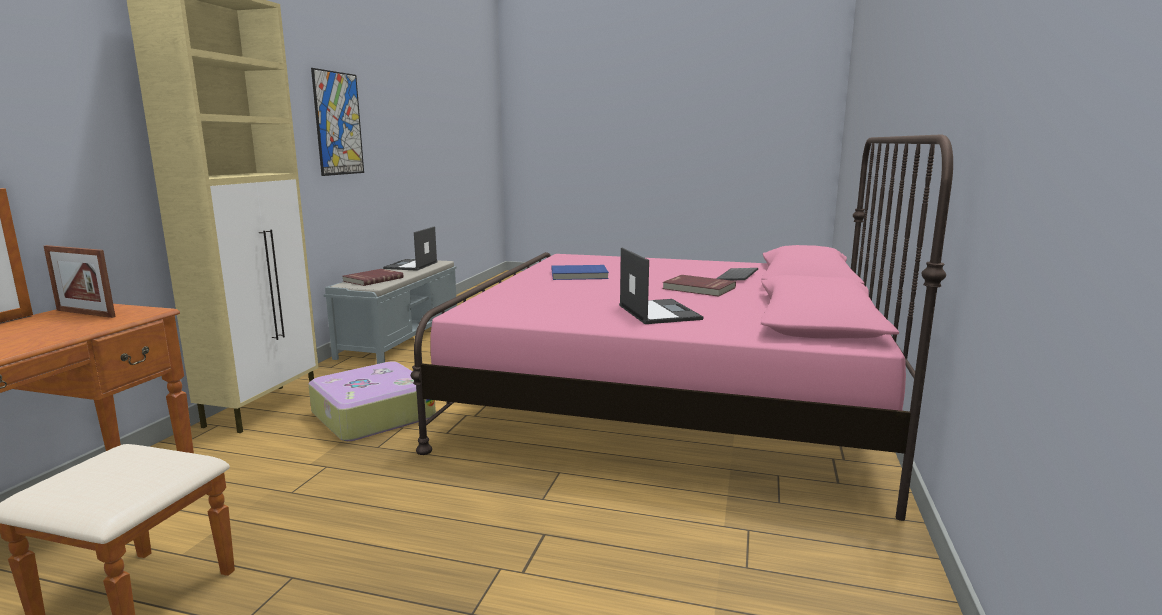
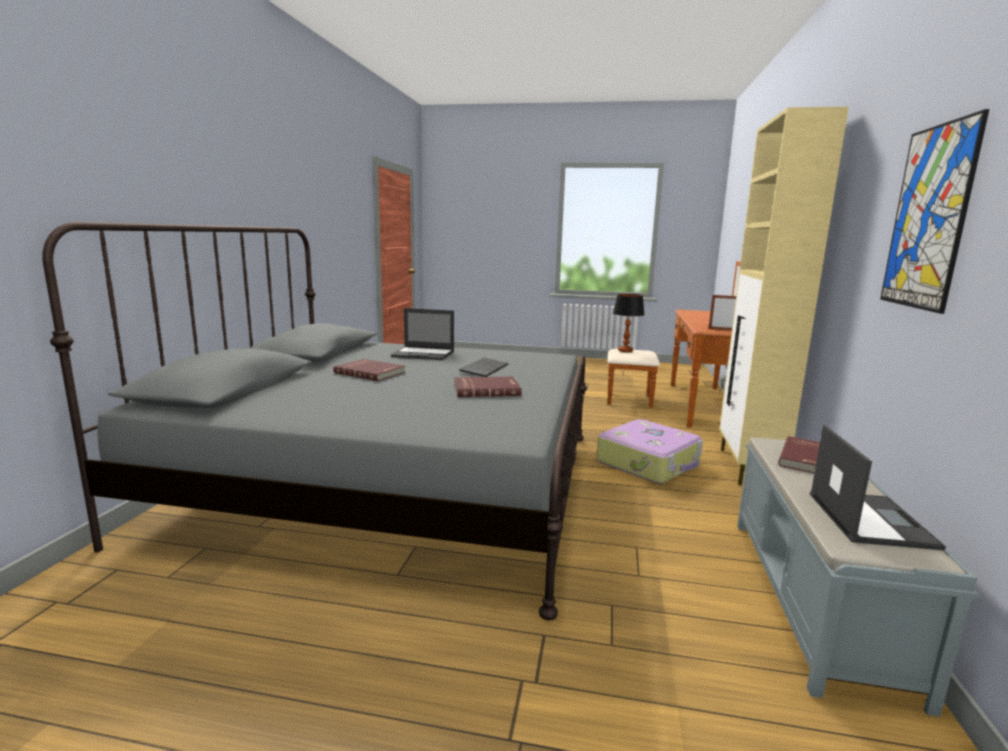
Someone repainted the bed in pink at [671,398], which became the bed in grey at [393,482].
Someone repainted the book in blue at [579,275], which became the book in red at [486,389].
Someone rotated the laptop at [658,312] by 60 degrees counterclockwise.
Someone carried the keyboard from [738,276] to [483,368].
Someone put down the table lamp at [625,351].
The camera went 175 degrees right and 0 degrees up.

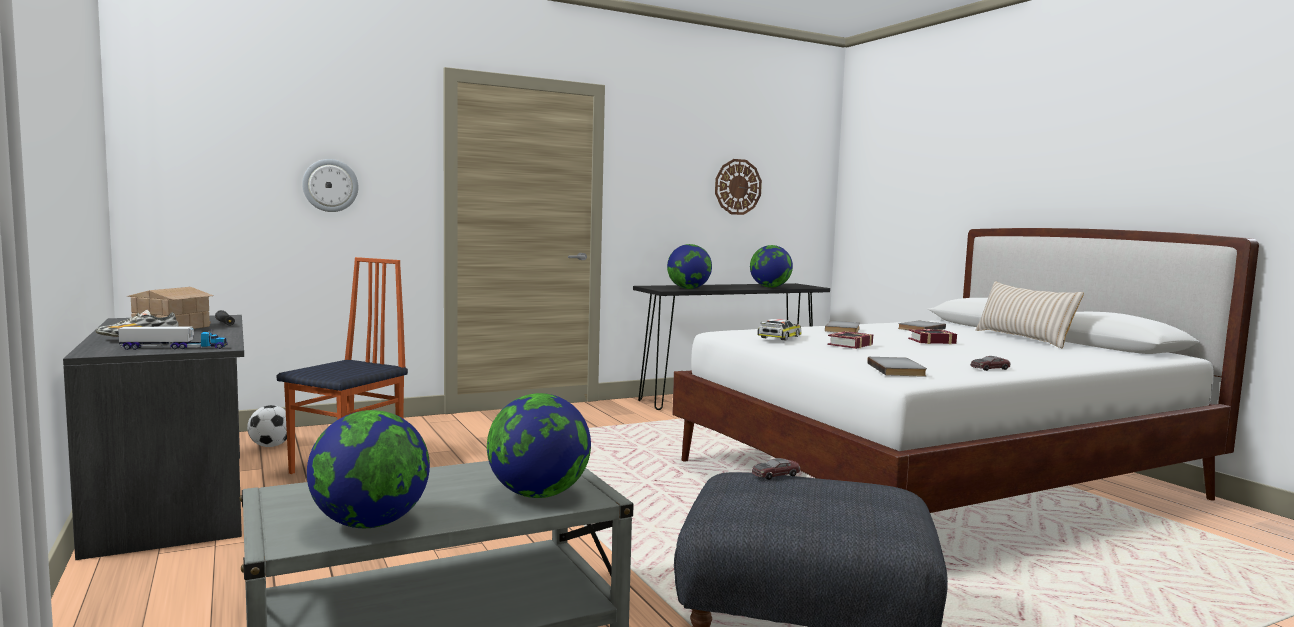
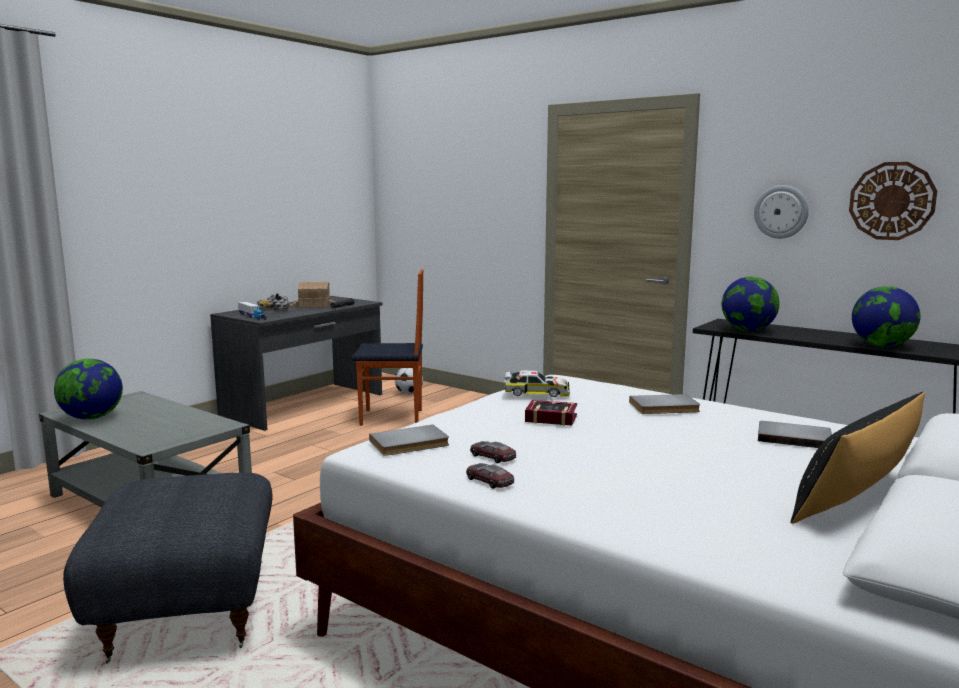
Someone carried the wall clock from [330,185] to [781,212].
Someone took away the globe at [538,494].
Someone carried the toy car from [775,474] to [493,457].
Someone took away the book at [929,341].
Someone repainted the pillow in beige at [1022,338], which became the pillow in black at [854,497].
The camera went 65 degrees right and 5 degrees up.

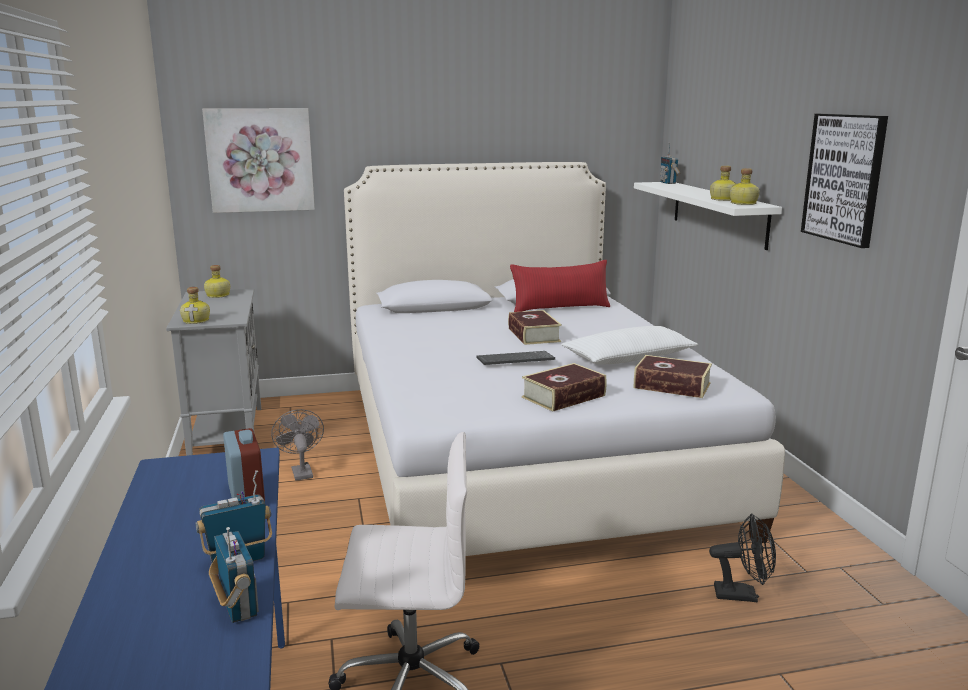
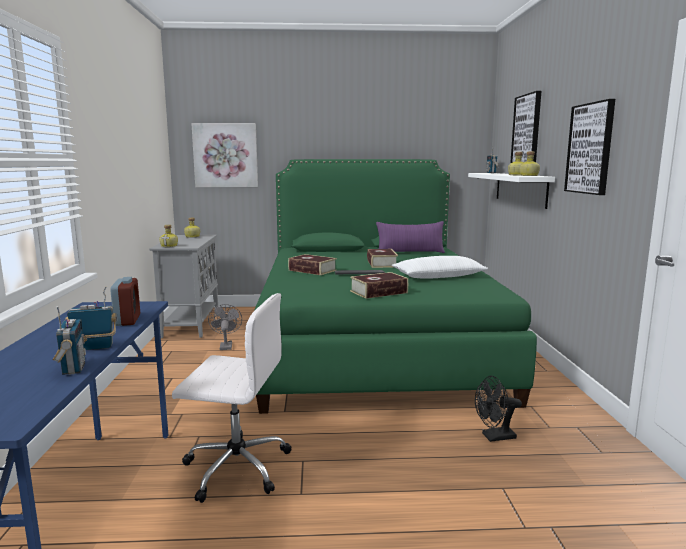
Someone repainted the bed in white at [521,452], which became the bed in green at [373,344].
Someone repainted the pillow in red at [560,308], which became the pillow in purple at [410,252].
Someone carried the book from [672,385] to [312,270].
Someone rotated the fan in black at [742,595] by 150 degrees clockwise.
Someone put up the picture at [527,129].
The camera went 10 degrees right and 5 degrees down.

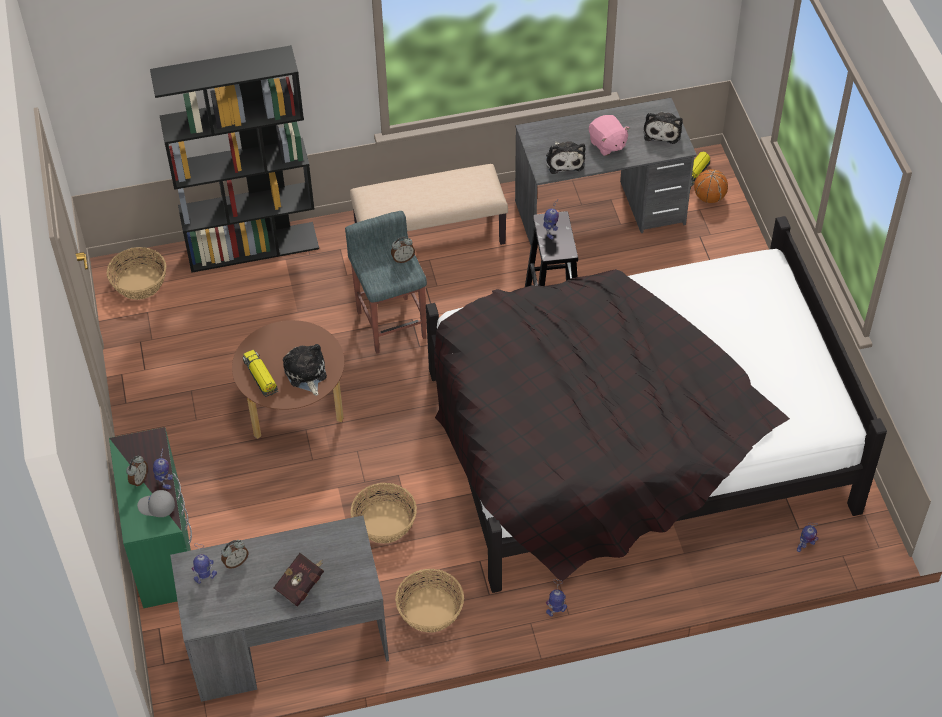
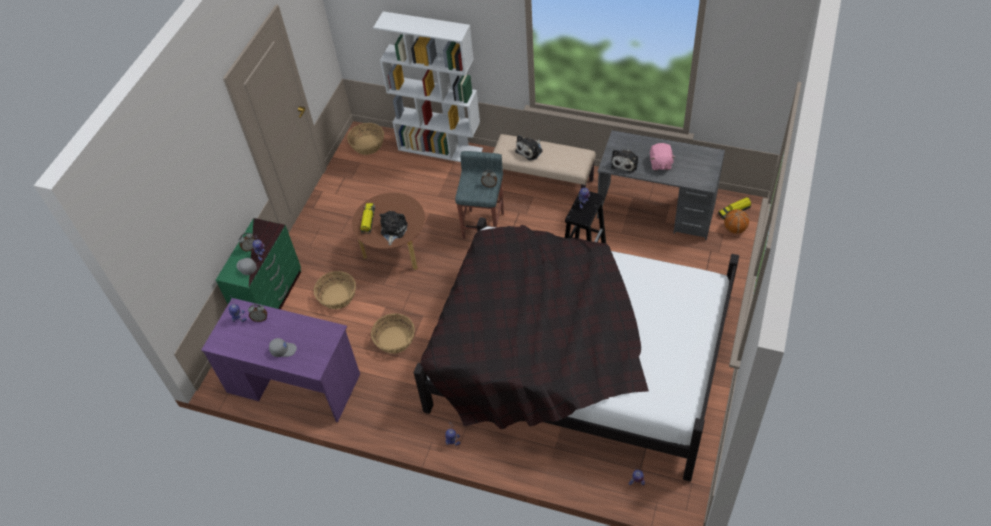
Someone repainted the bookcase in black at [253,247], which became the bookcase in white at [441,149].
Someone repainted the desk in grey at [287,643], which became the desk in purple at [293,383].
Someone swapped the book in red at [302,585] for the cap in grey at [283,350].
Someone carried the basket from [431,610] to [337,296].
Someone carried the plush toy from [662,131] to [530,150].
The camera went 35 degrees right and 0 degrees up.

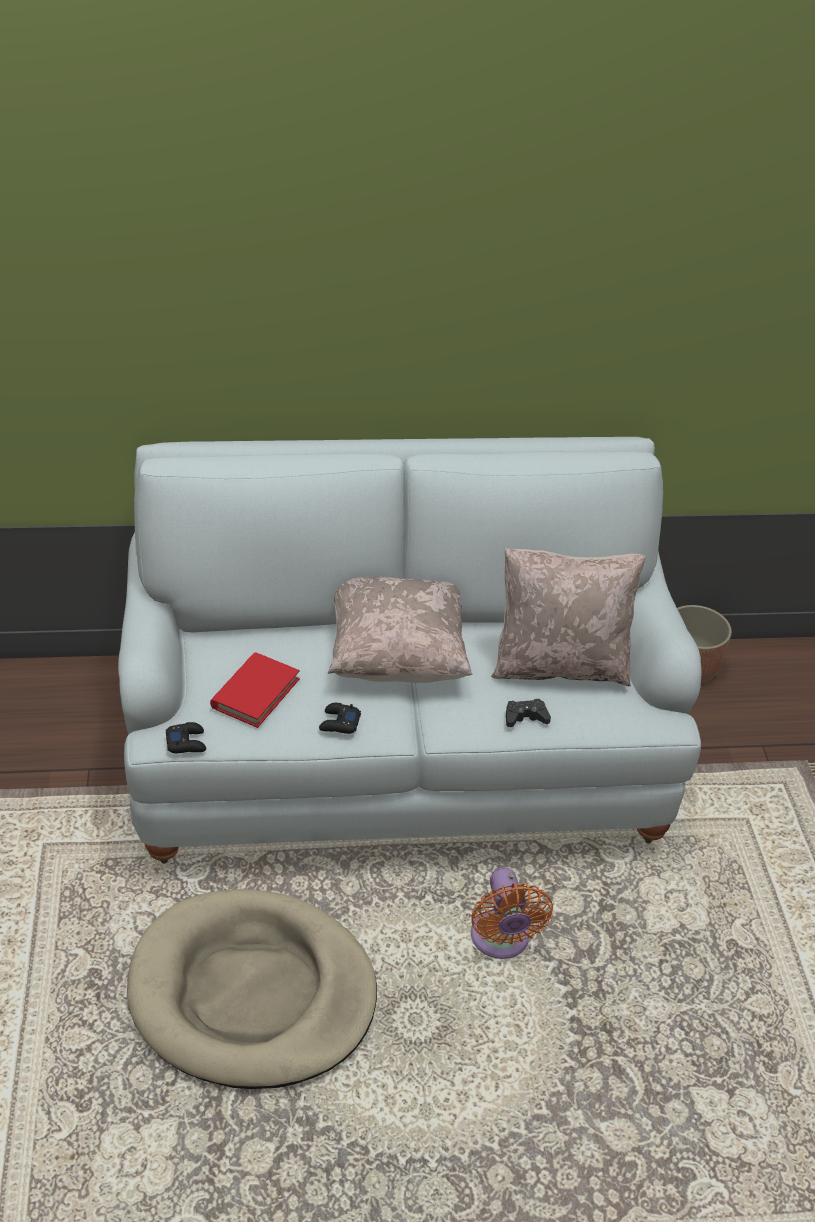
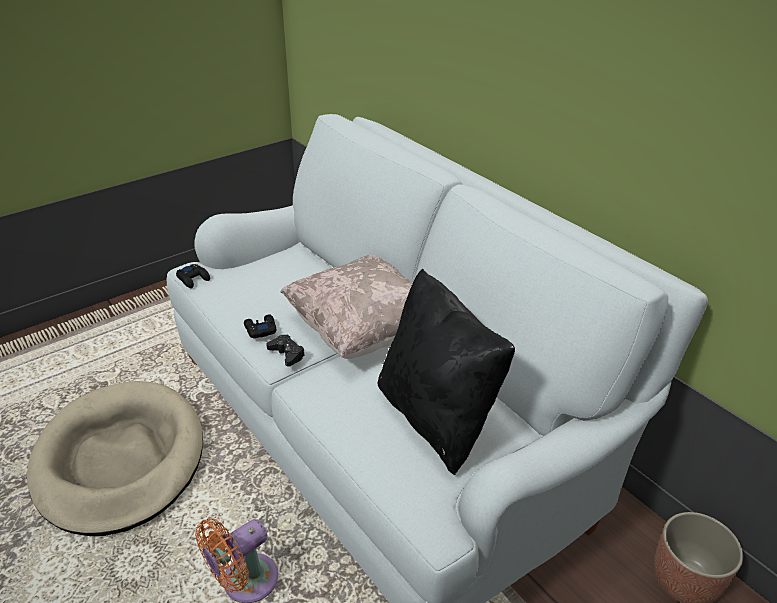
Someone took away the book in red at [255,693].
Someone repainted the pillow in beige at [559,665], which became the pillow in black at [436,417].
Someone carried the game controller in black from [525,717] to [287,354].
The camera went 60 degrees right and 5 degrees down.

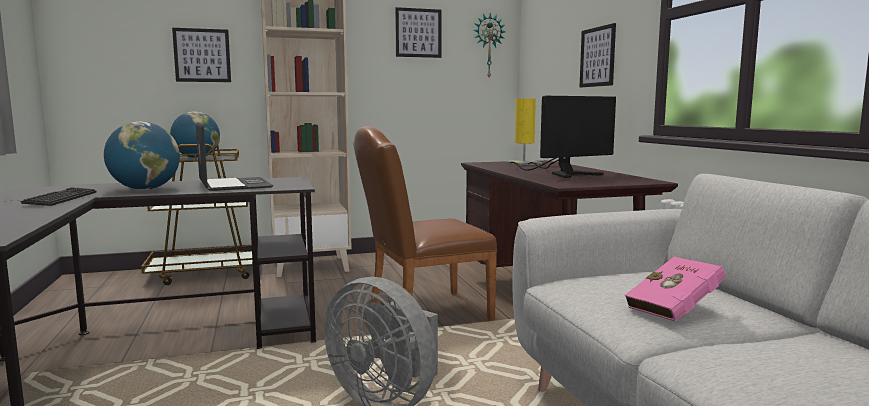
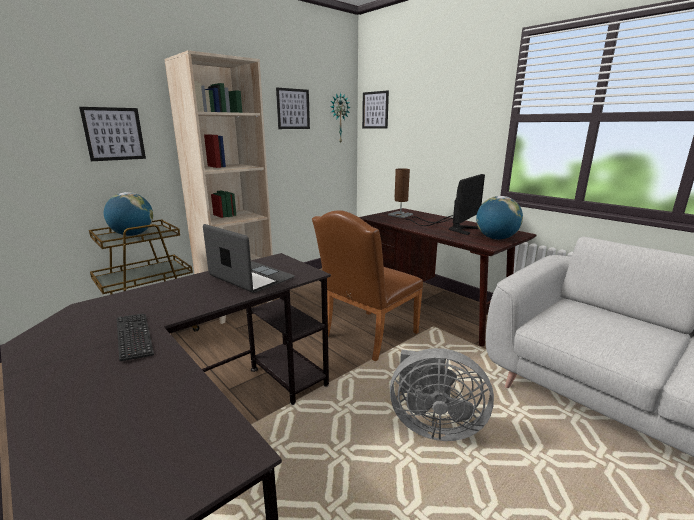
Someone carried the globe from [145,189] to [496,238].
Someone repainted the table lamp in yellow at [524,163], which became the table lamp in brown at [400,215].
Someone carried the picture from [597,57] to [375,110].
Someone took away the book in pink at [677,309].
The camera went 25 degrees left and 10 degrees up.

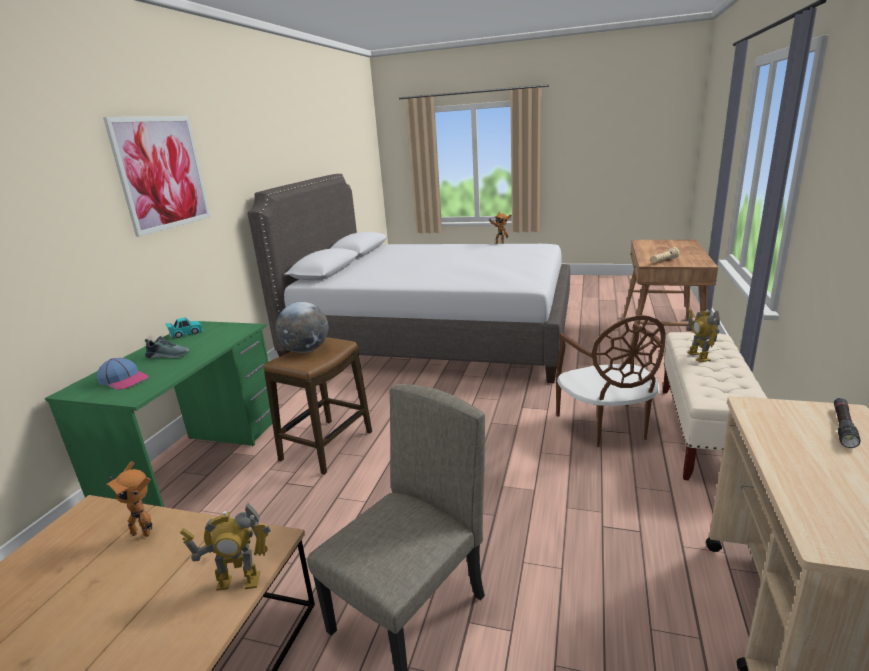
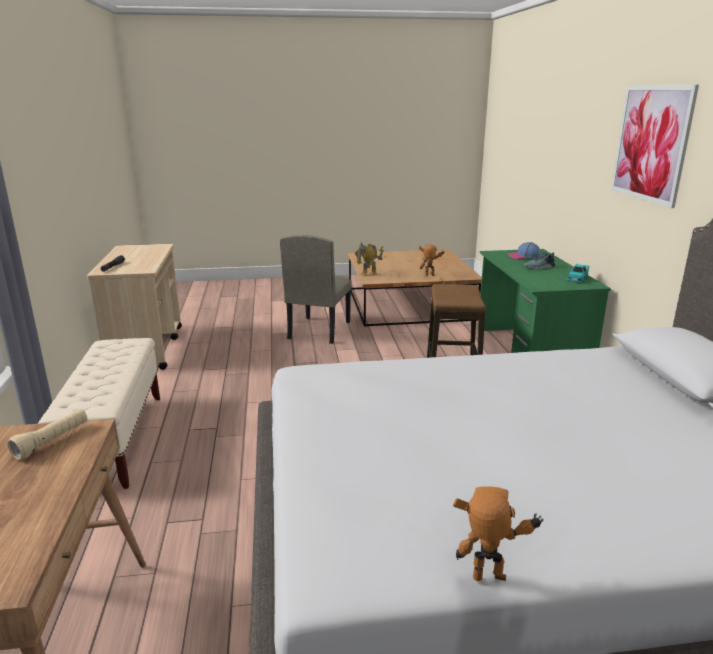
Someone took away the globe at [306,350].
Someone took away the chair in brown at [606,426].
Someone took away the toy robot at [698,356].
The camera went 155 degrees right and 0 degrees up.

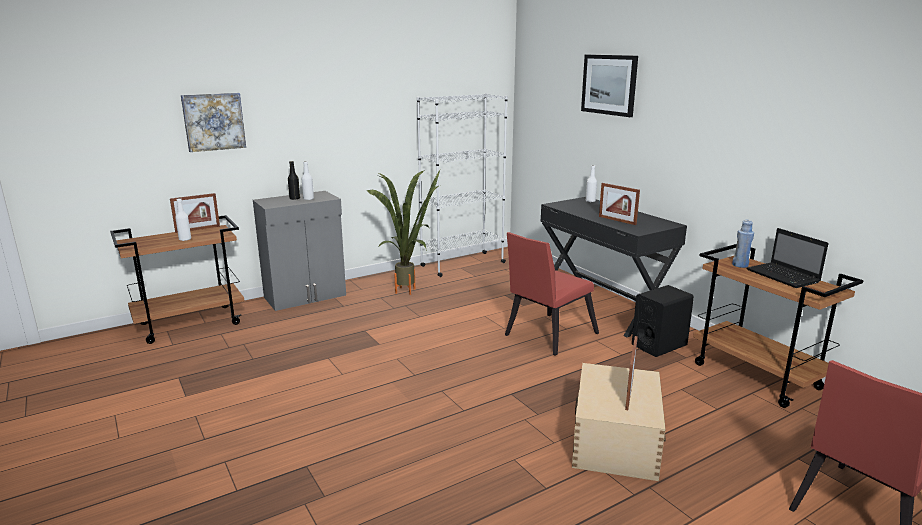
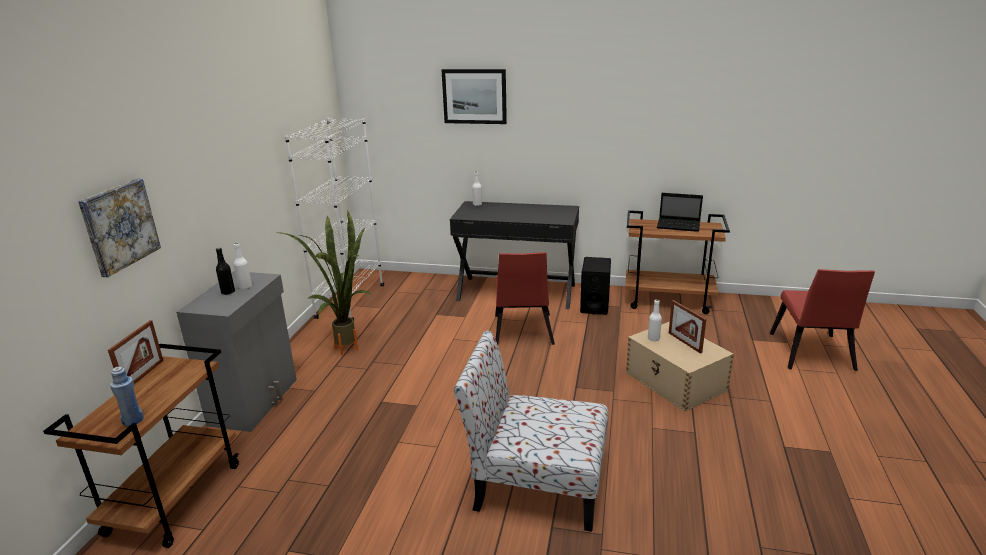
Someone carried the bottle in white from [185,239] to [653,338].
Someone took away the picture frame at [617,220].
Someone carried the bottle in blue from [740,265] to [133,420].
Someone put down the chair at [536,484].
The camera went 45 degrees left and 5 degrees up.

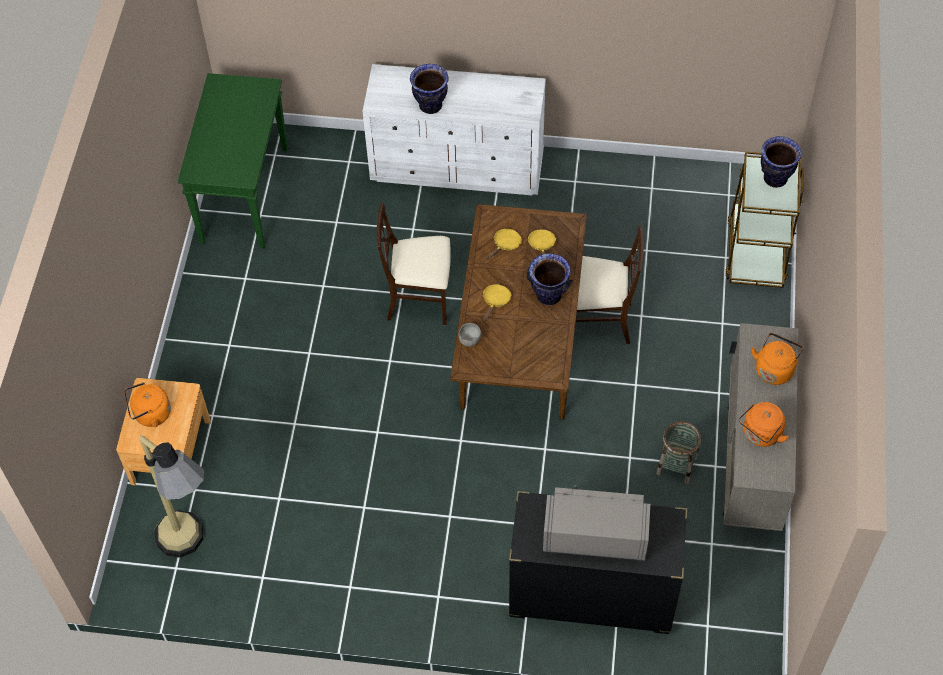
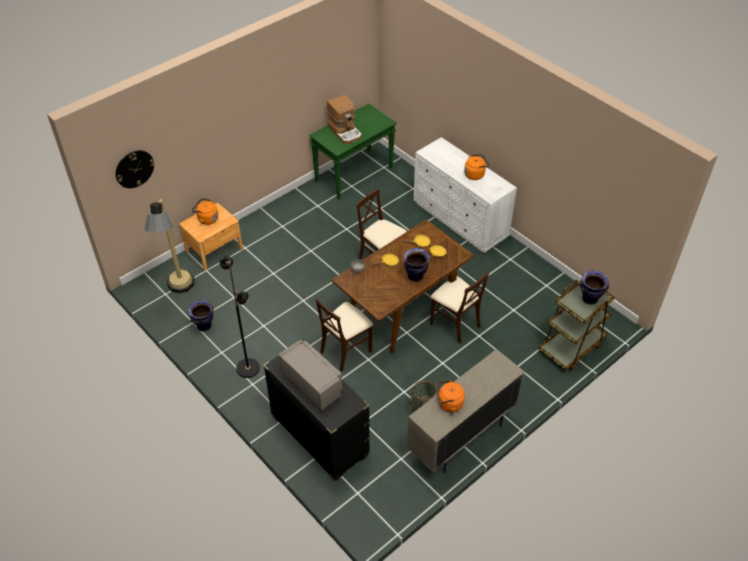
Someone carried the vase from [430,106] to [204,326].
Someone carried the kettle in orange from [774,368] to [475,174].
Someone put up the wall clock at [134,169].
Someone put down the floor lamp in black at [248,368].
Someone put down the chair in beige at [346,350].
Someone put down the coffee machine at [345,131].
The camera went 40 degrees right and 10 degrees down.

